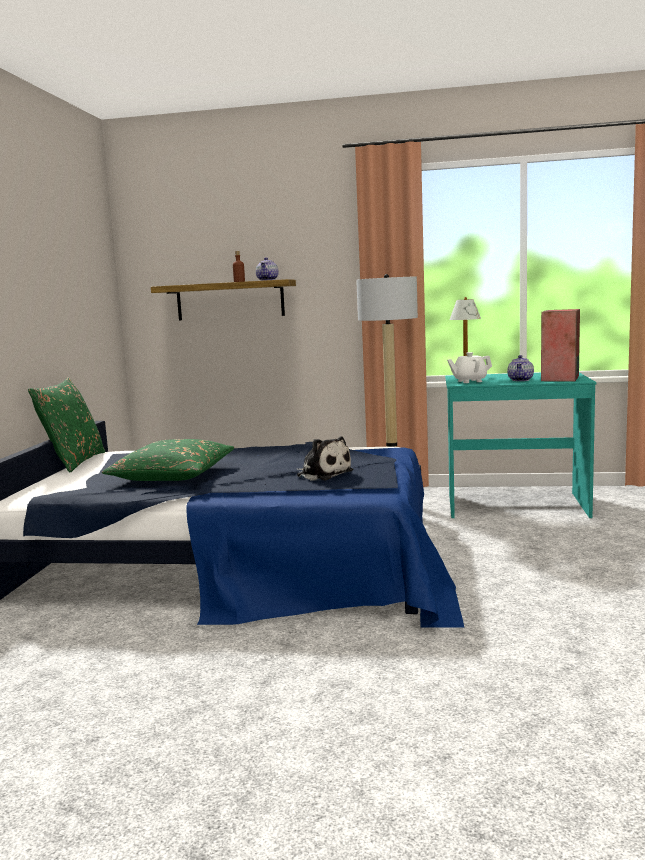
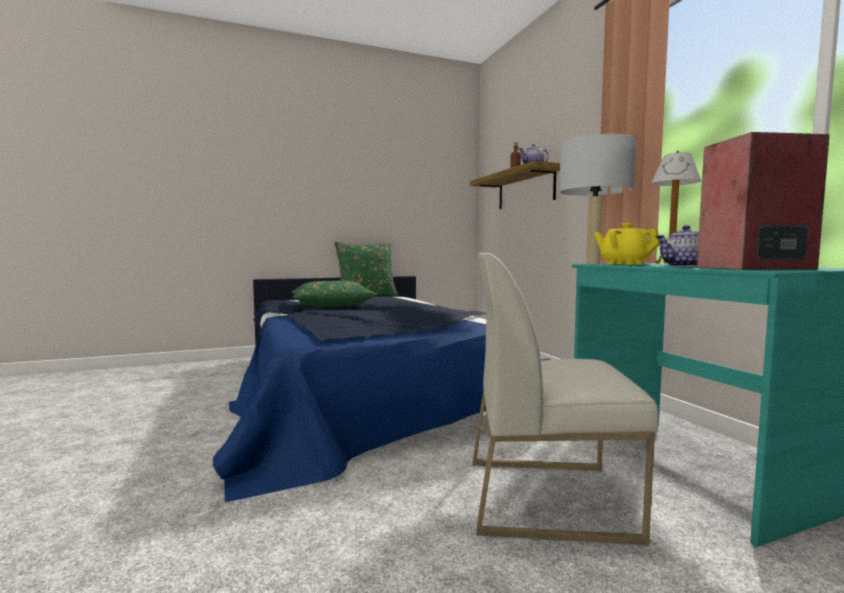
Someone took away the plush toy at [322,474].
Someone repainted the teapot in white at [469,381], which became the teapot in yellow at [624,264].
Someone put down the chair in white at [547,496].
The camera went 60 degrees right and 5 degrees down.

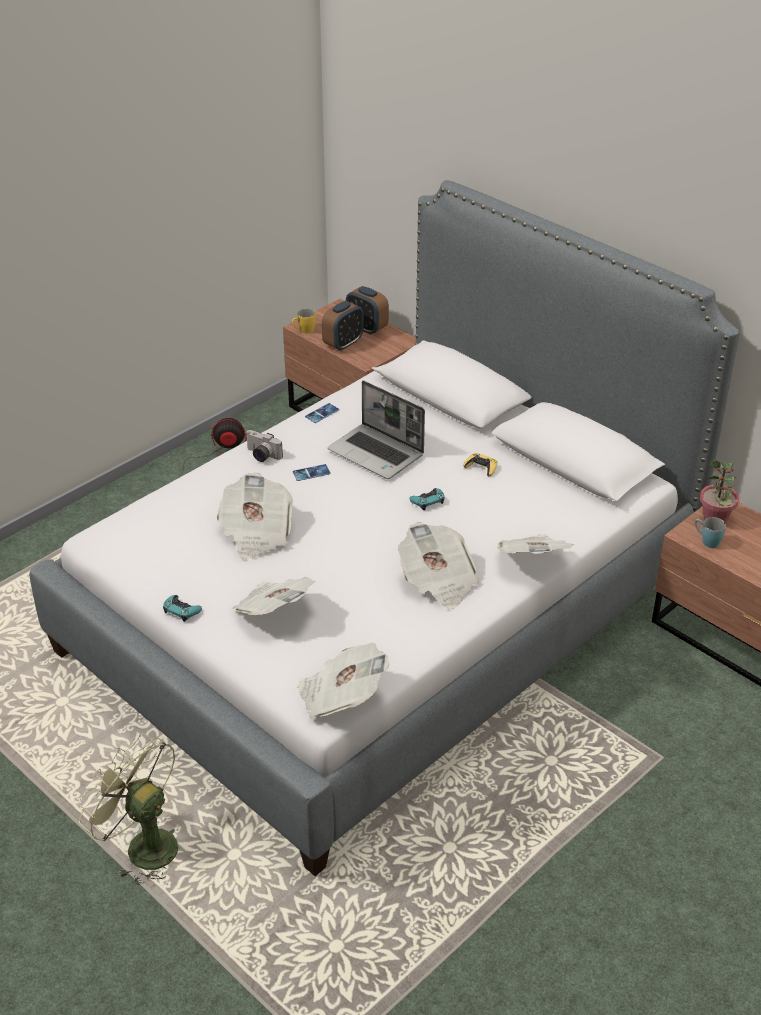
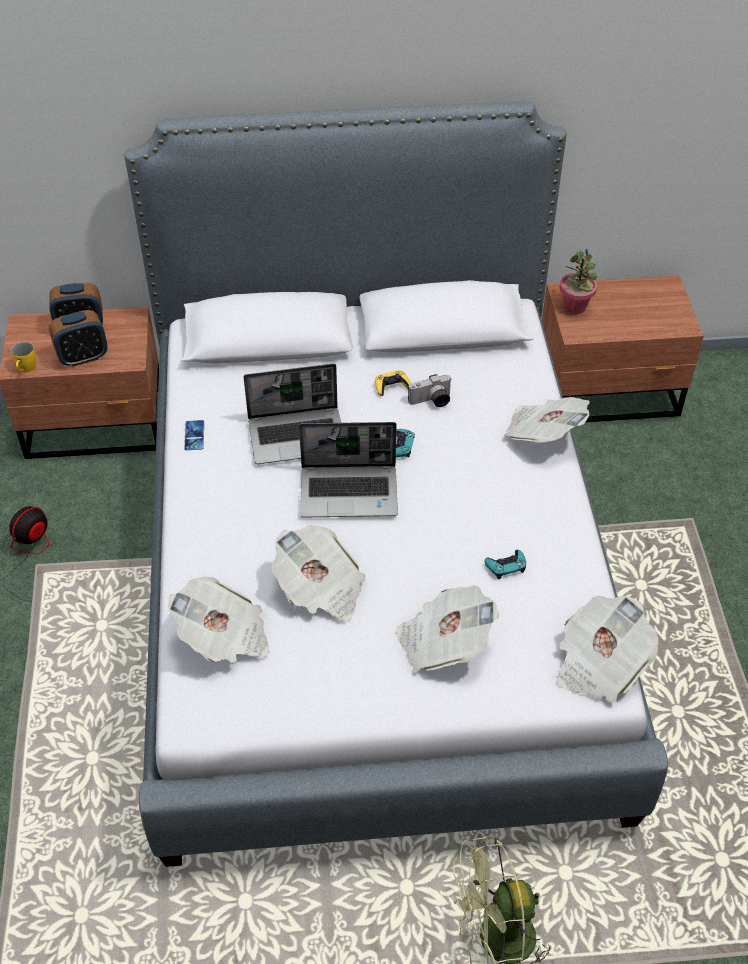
Someone carried the game controller in turquoise from [181,610] to [506,566].
Someone carried the photo camera from [261,456] to [431,401].
Someone took away the phone at [311,473].
Someone rotated the alarm clock at [343,343] by 75 degrees clockwise.
Someone carried the newspaper from [438,582] to [224,637].
Someone took away the mug in blue at [706,541].
Someone put down the laptop at [350,492].
The camera went 50 degrees left and 10 degrees up.

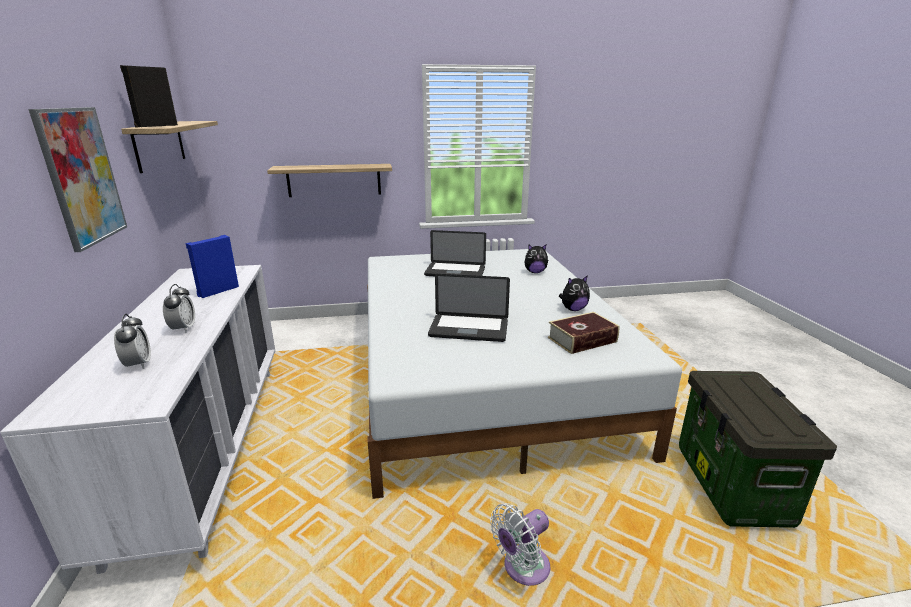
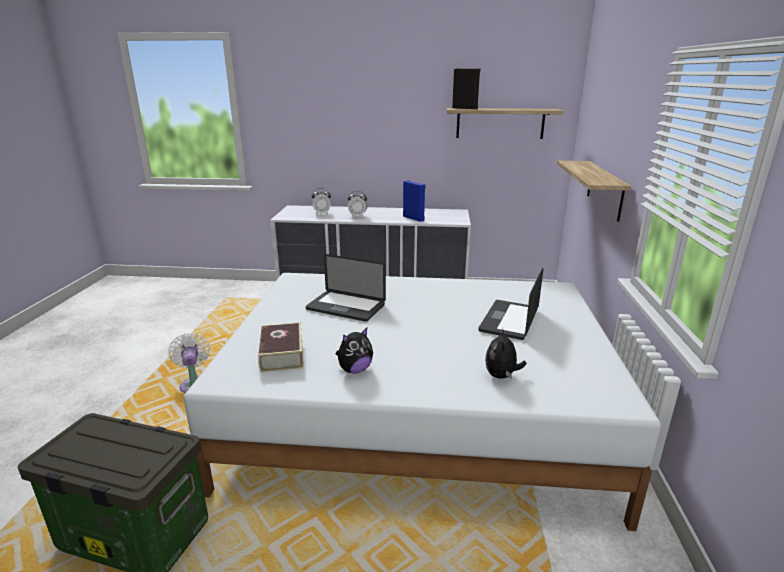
Someone took away the picture at [82,176].
Someone rotated the laptop at [468,329] by 90 degrees counterclockwise.
Someone rotated the plush toy at [573,309] by 120 degrees counterclockwise.
The camera went 105 degrees right and 0 degrees up.

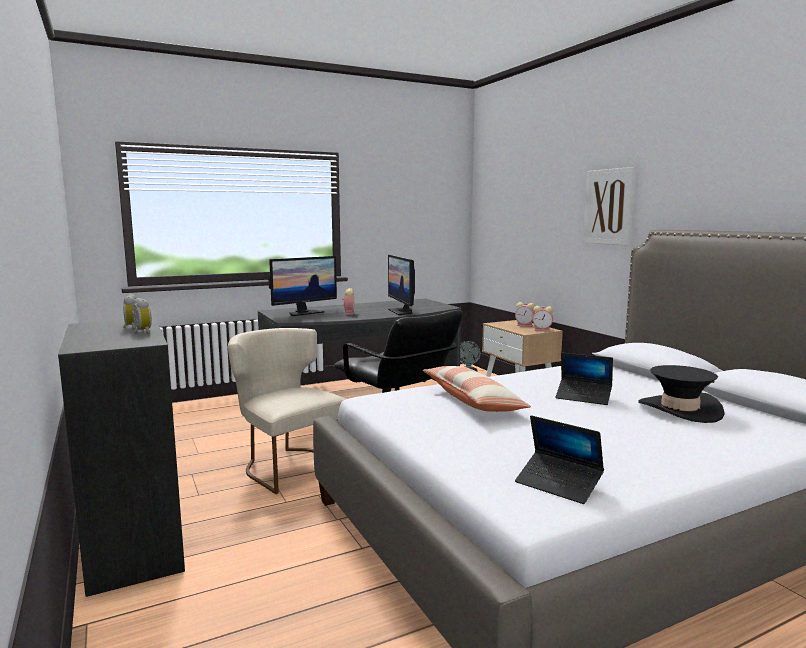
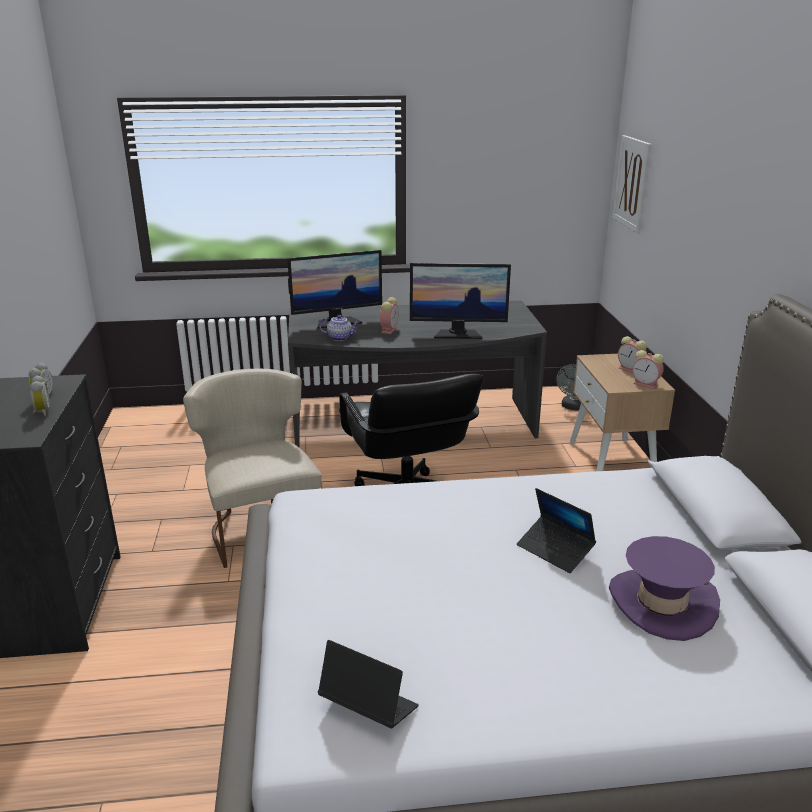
Someone rotated the monitor at [402,312] by 90 degrees counterclockwise.
Someone took away the pillow at [472,401].
Someone rotated the laptop at [558,484] by 150 degrees clockwise.
Someone carried the picture from [609,207] to [632,183].
Someone repainted the hat in black at [680,410], which became the hat in purple at [662,603].
Someone put down the teapot at [340,338].
The camera went 20 degrees right and 15 degrees up.

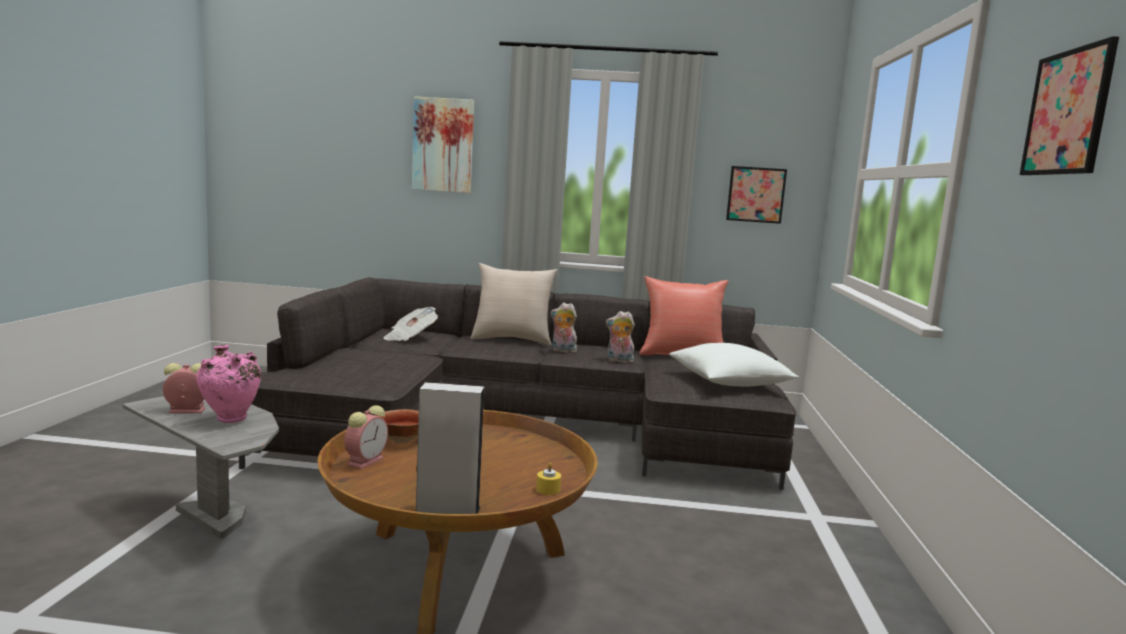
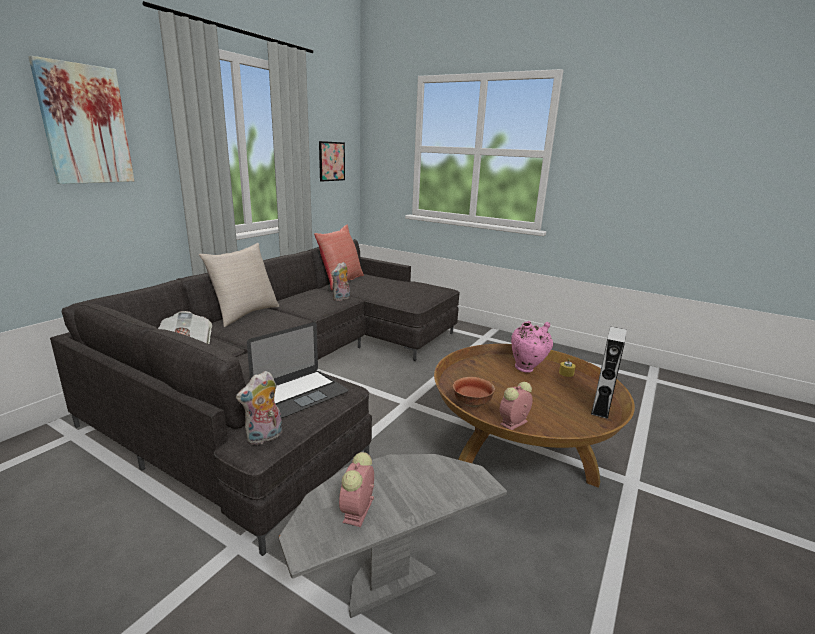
Someone carried the vase in pink from [230,420] to [527,369].
Someone rotated the alarm clock at [366,460] by 90 degrees counterclockwise.
Someone carried the plush toy from [562,351] to [264,438].
Someone took away the pillow in white at [729,382].
Someone took away the picture at [1067,112].
Someone put down the laptop at [300,393].
The camera went 65 degrees left and 10 degrees up.

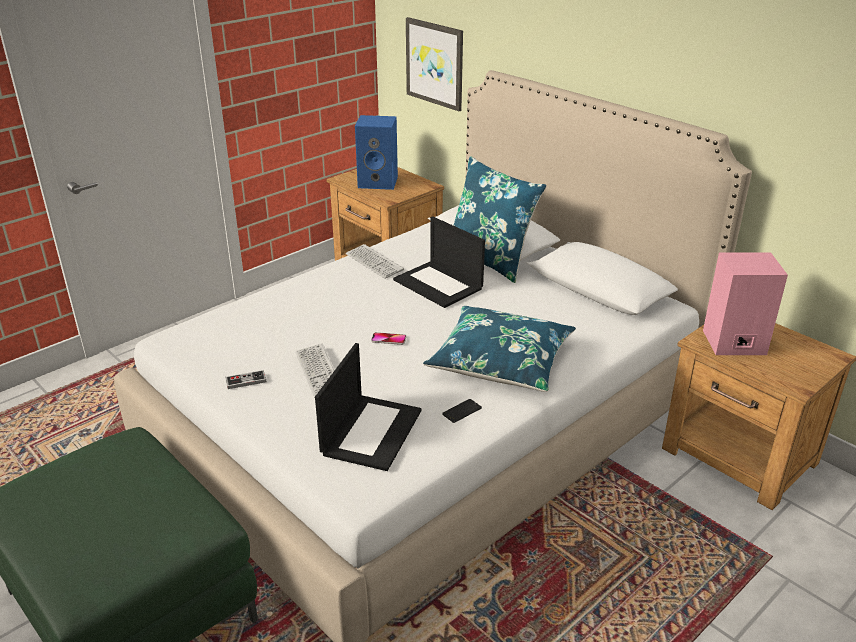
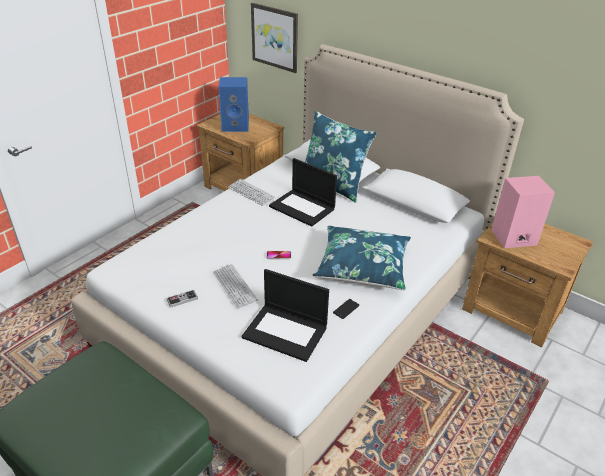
Someone rotated the laptop at [371,431] by 105 degrees clockwise.
The camera went 10 degrees left and 5 degrees up.

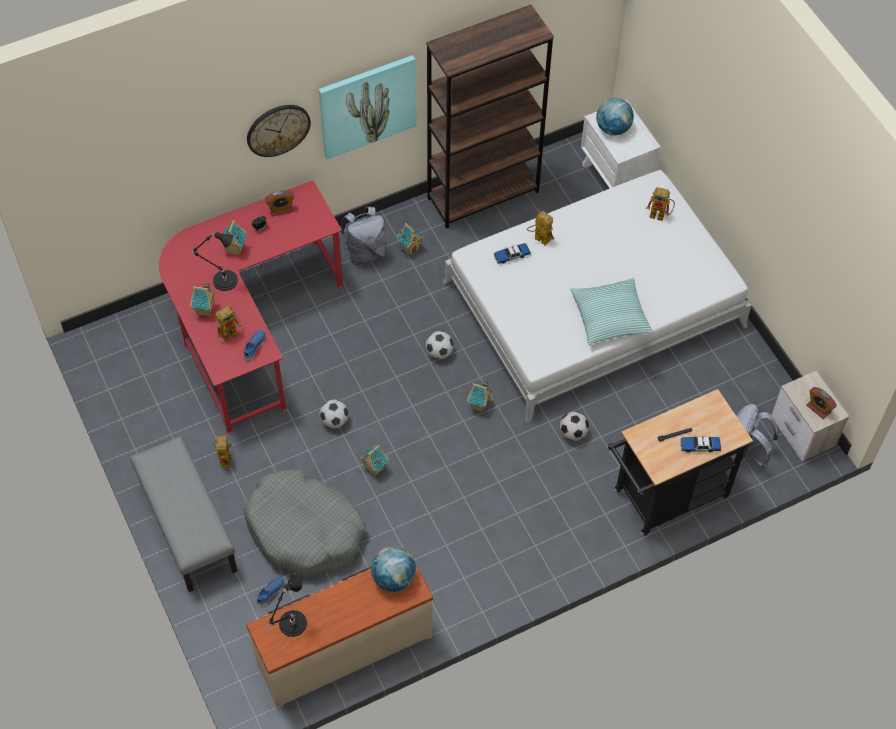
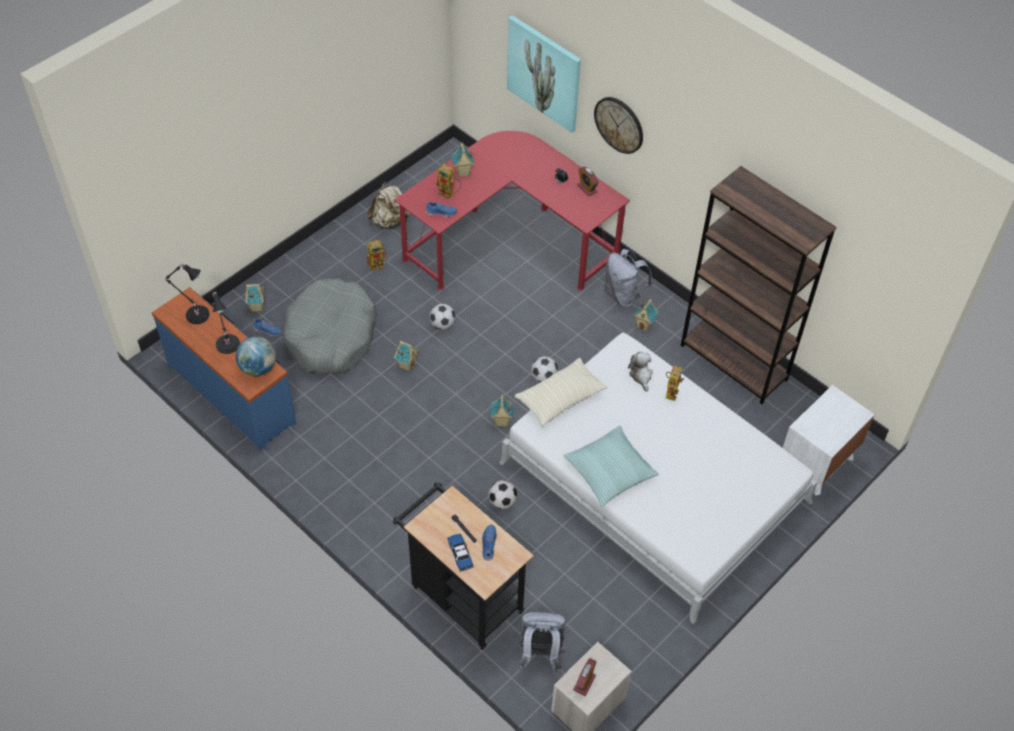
Someone took away the bench in grey at [187,526].
Someone carried the table lamp in black from [223,280] to [227,342].
Someone carried the toy house from [235,249] to [256,307].
Someone repainted the dresser in beige at [343,648], which became the dresser in blue at [232,393].
Someone carried the picture from [367,105] to [544,72].
Someone swapped the toy car at [511,255] for the plush toy at [641,375].
Someone took away the globe at [613,128].
Someone took away the toy robot at [660,215].
Someone put down the backpack in beige at [390,221].
Someone put down the shoe in blue at [488,544].
Someone put down the pillow in beige at [560,398].
The camera went 70 degrees right and 5 degrees down.

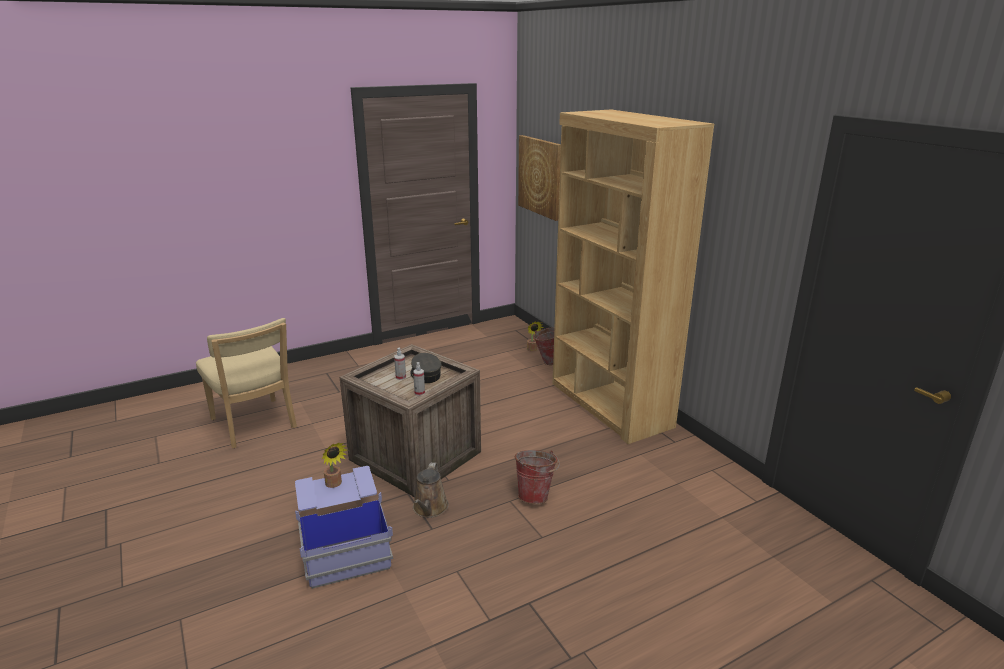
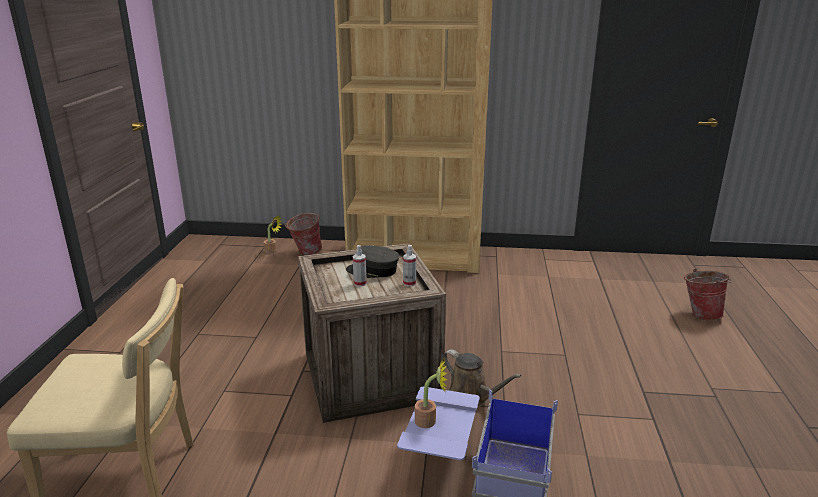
Someone carried the bucket from [536,495] to [700,314].
Someone took away the picture at [540,176].
The camera went 55 degrees left and 0 degrees up.

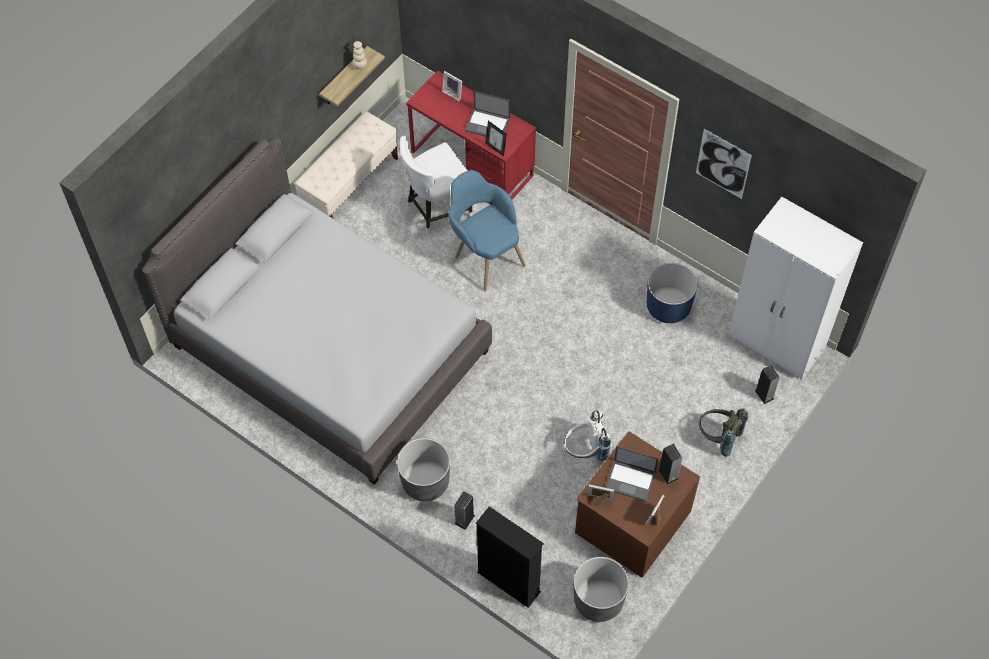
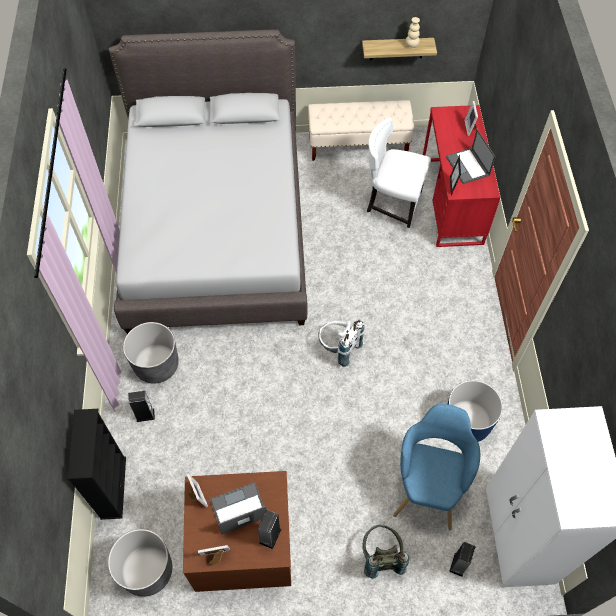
Someone carried the armchair in blue from [484,255] to [428,485].
Someone carried the backpack in white from [585,451] to [338,349].
Someone rotated the laptop at [631,480] by 90 degrees clockwise.
Someone took away the picture at [723,164].
The camera went 50 degrees right and 0 degrees up.

